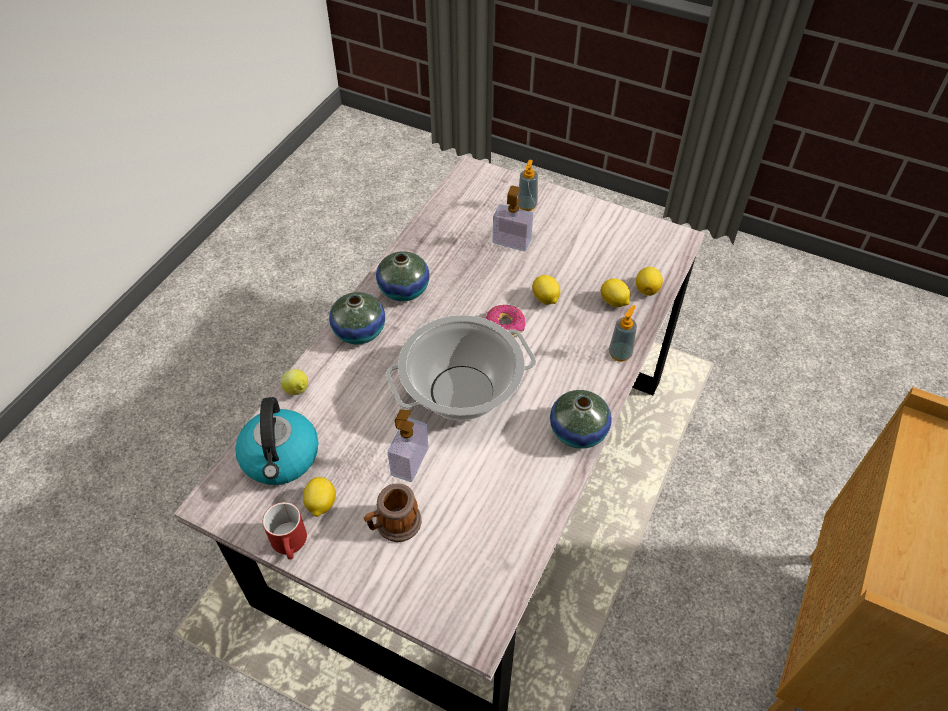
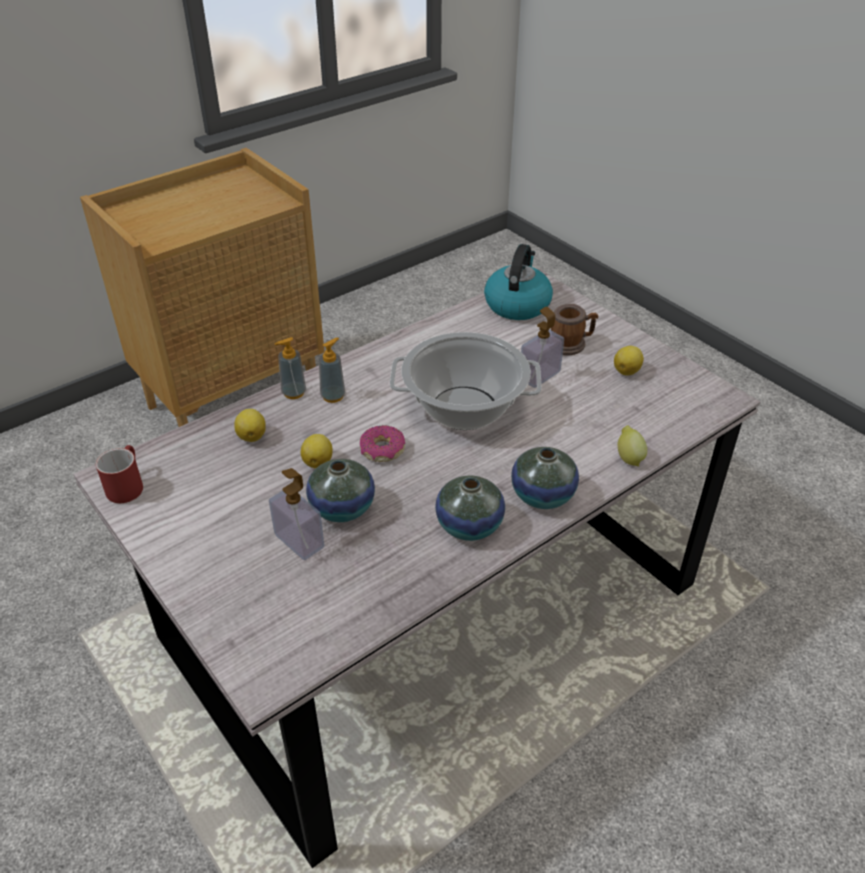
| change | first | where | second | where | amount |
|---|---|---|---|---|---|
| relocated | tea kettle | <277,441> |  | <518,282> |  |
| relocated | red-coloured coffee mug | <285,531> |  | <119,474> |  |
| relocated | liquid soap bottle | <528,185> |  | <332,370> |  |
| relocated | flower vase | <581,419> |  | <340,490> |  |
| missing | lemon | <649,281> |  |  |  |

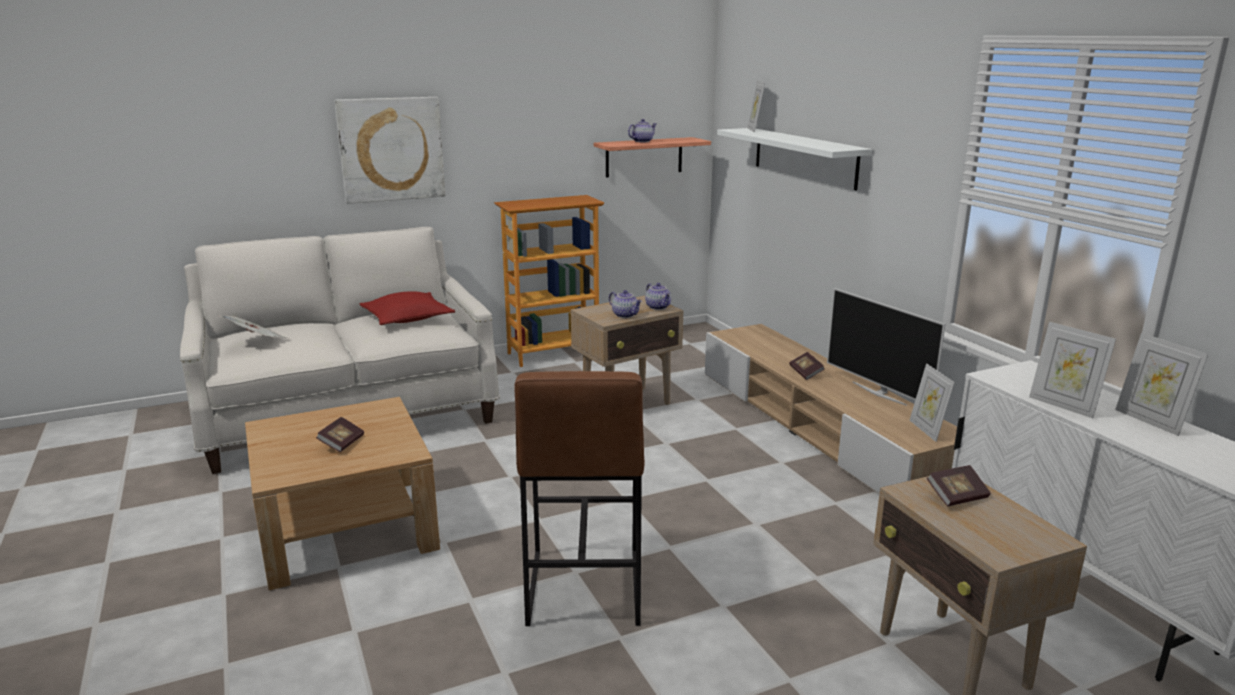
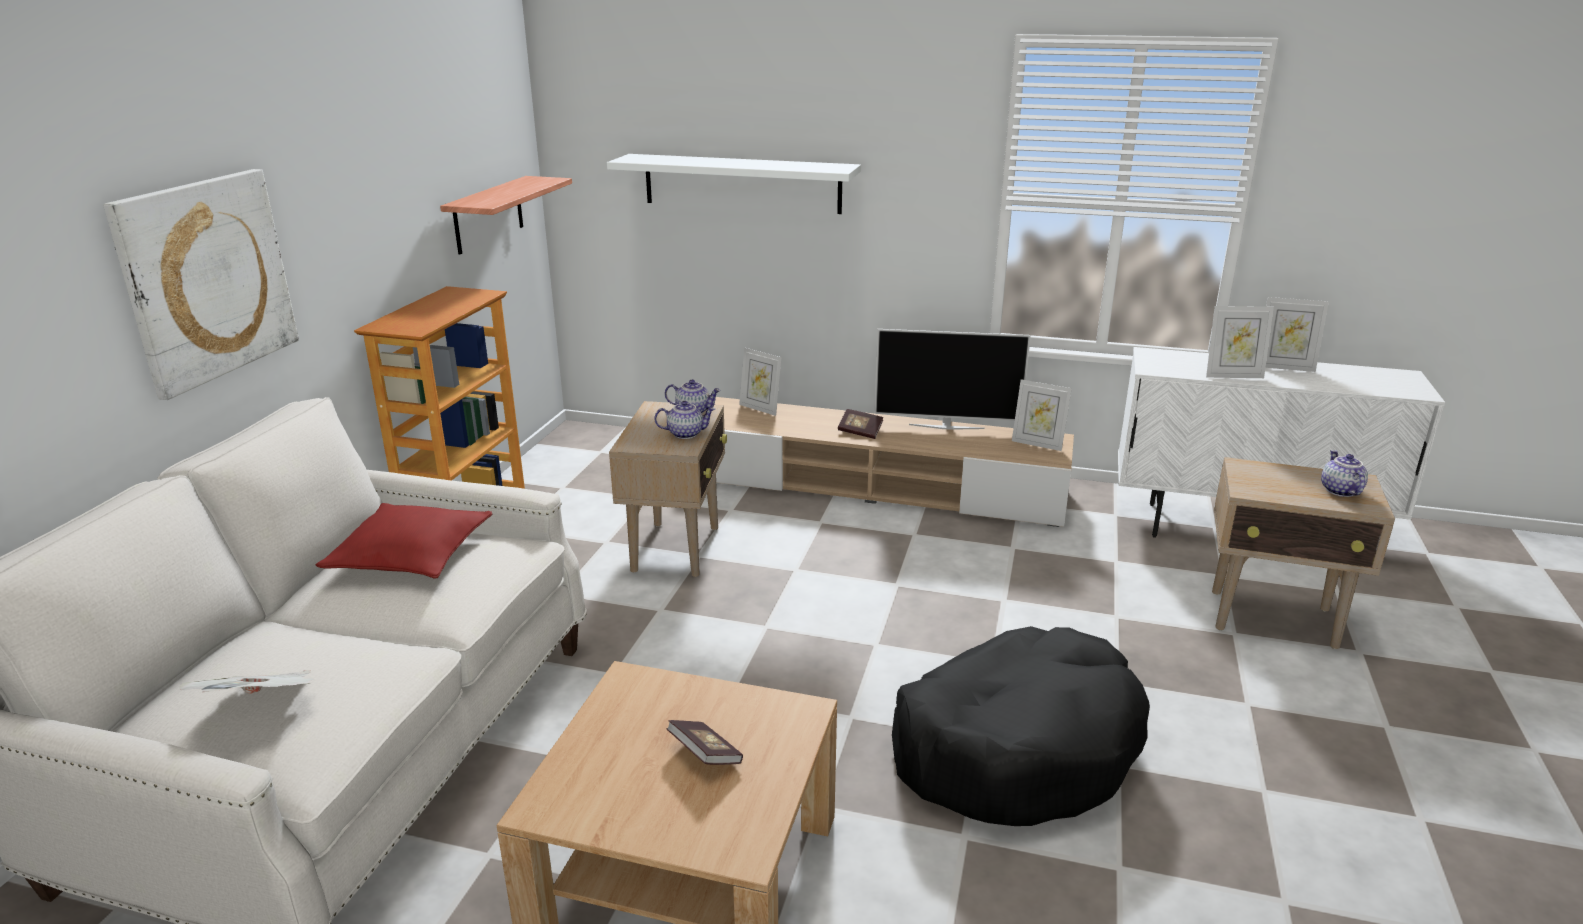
| change | first | where | second | where | amount |
|---|---|---|---|---|---|
| exchanged | brownish stool seat | <579,498> | blackish dog cushion | <1021,726> |  |
| relocated | pot for tea | <642,130> |  | <1344,473> |  |
| relocated | standing frame | <756,106> |  | <760,382> |  |
| missing | book | <958,485> |  |  |  |

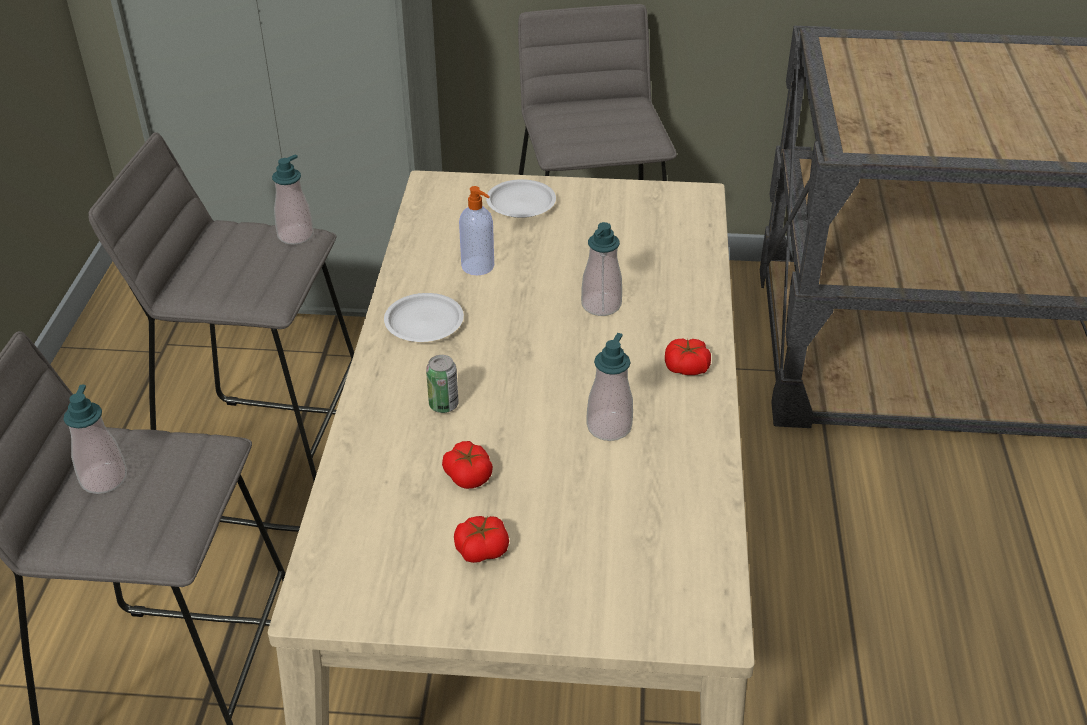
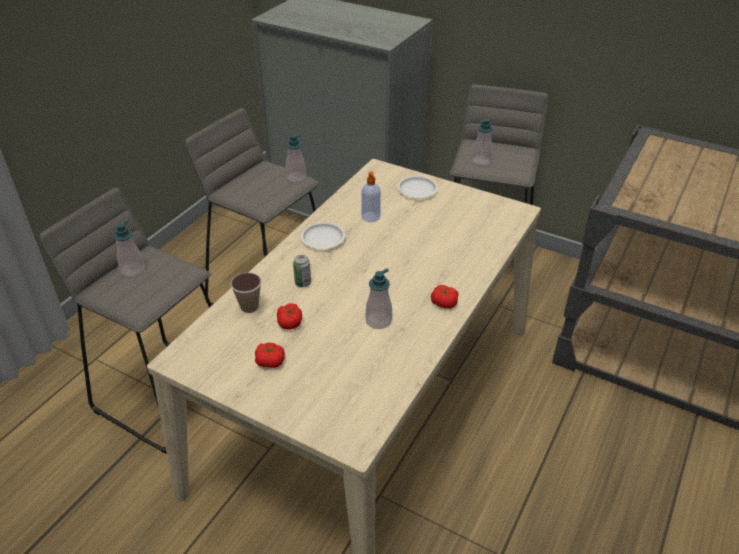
| change | first | where | second | where | amount |
|---|---|---|---|---|---|
| relocated | liquid soap bottle | <601,269> |  | <482,141> |  |
| appeared |  |  | small cup | <246,293> |  |

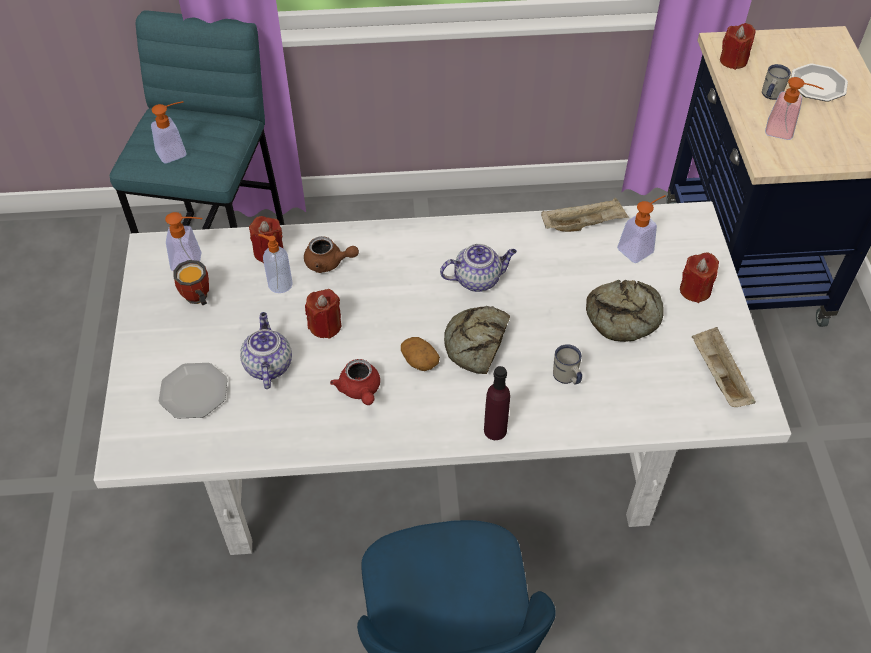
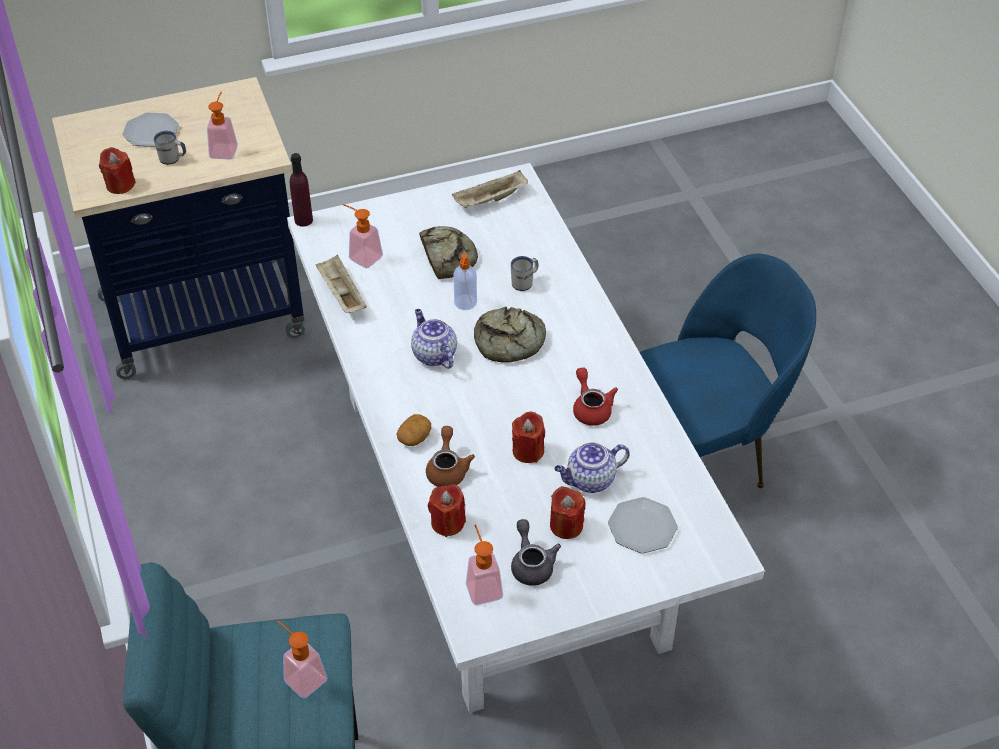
| change | first | where | second | where | amount |
|---|---|---|---|---|---|
| exchanged | coffee mug | <191,282> | grey pot for tea | <536,552> |  |
| relocated | liquid soap bottle | <275,263> |  | <465,282> |  |
| spun | red-coloured pot for tea | <355,382> |  | <595,397> | 75 degrees counterclockwise |
| relocated | spud | <420,354> |  | <413,430> |  |
| relocated | purplish bottle | <497,403> |  | <301,190> |  |
| relocated | red-coloured wax candle | <699,278> |  | <567,512> |  |

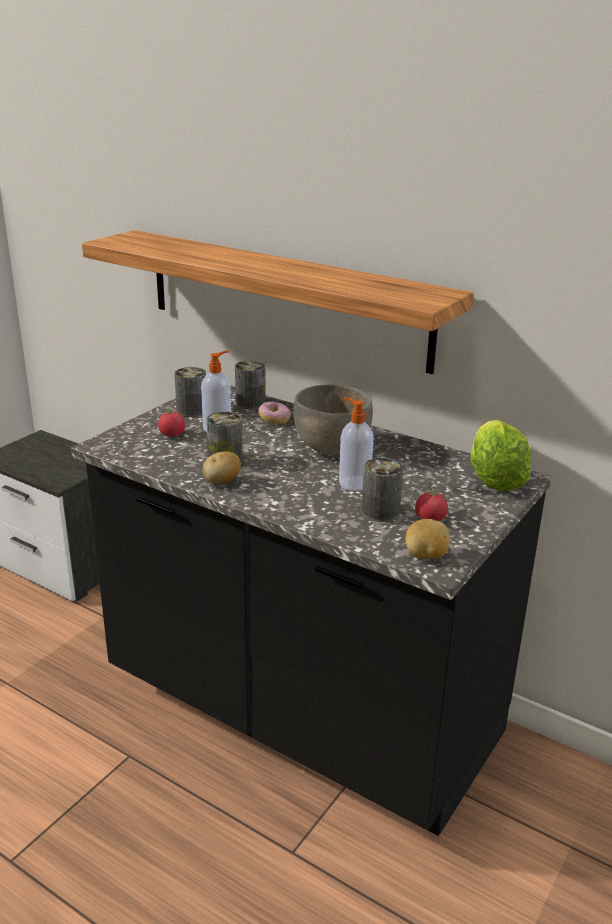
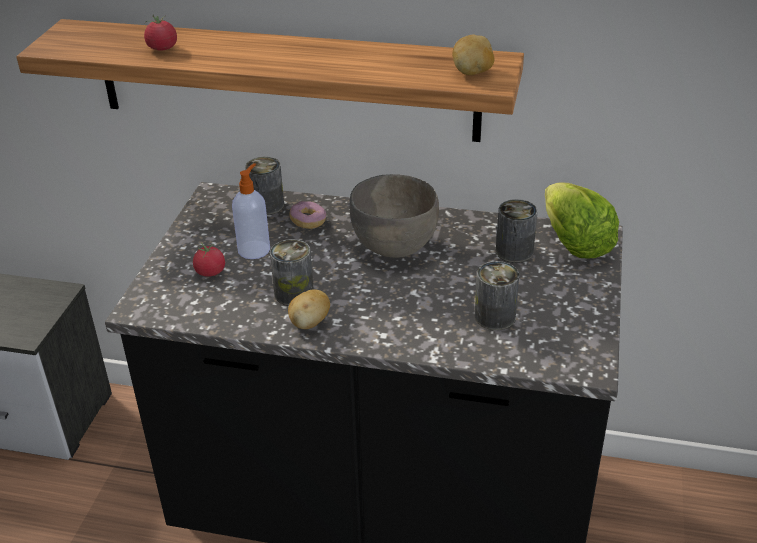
| change | first | where | second | where | amount |
|---|---|---|---|---|---|
| relocated | sealed can | <190,392> |  | <517,231> |  |
| missing | liquid soap bottle | <356,444> |  |  |  |
| relocated | spud | <427,539> |  | <473,55> |  |
| relocated | whole tomato | <431,503> |  | <160,32> |  |

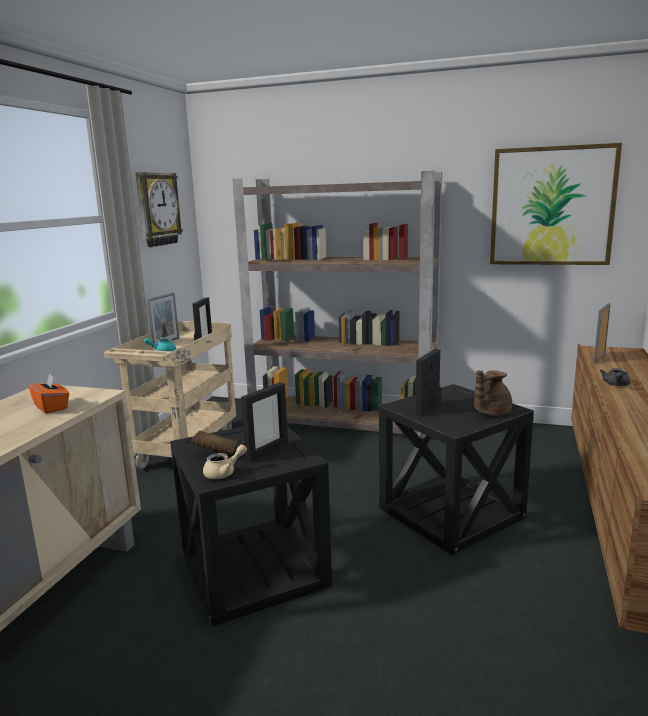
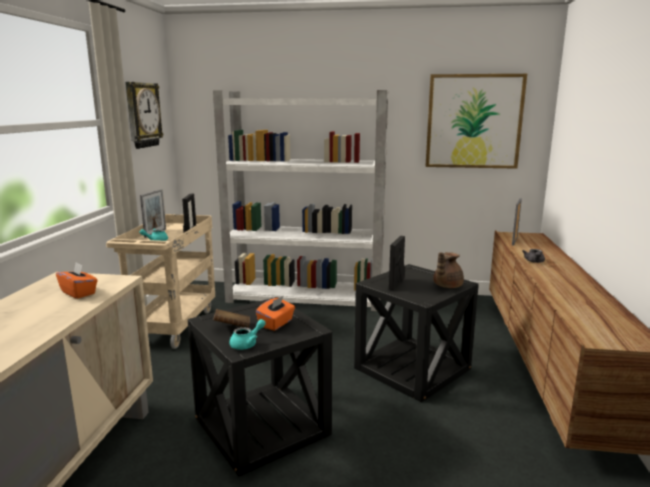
| change | first | where | second | where | amount |
|---|---|---|---|---|---|
| colour | beige pot for tea | <225,461> | blue-green pot for tea | <247,334> |  |
| colour | brownish shelving unit | <337,304> | whitish shelving unit | <300,200> |  |
| exchanged | standing frame | <264,422> | orange tissue holder | <275,313> |  |

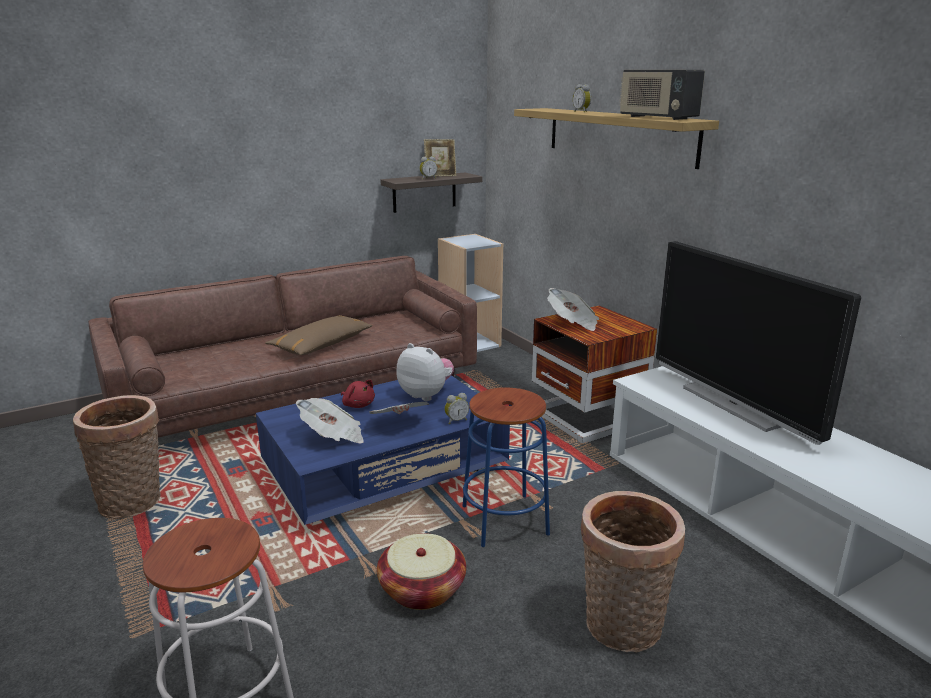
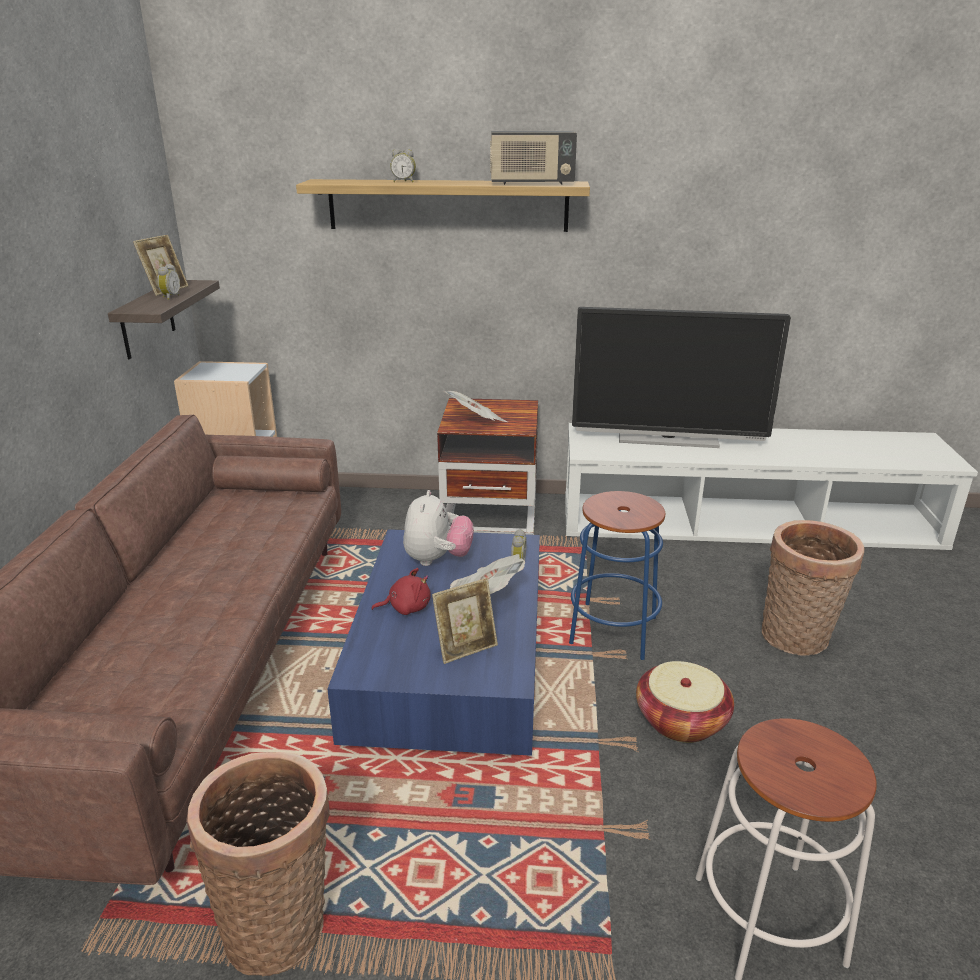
| change | first | where | second | where | amount |
|---|---|---|---|---|---|
| missing | brownish pillow | <319,335> |  |  |  |
| exchanged | newspaper | <330,420> | standing frame | <465,621> |  |
| spun | plush toy | <425,372> |  | <438,528> | 120 degrees clockwise |

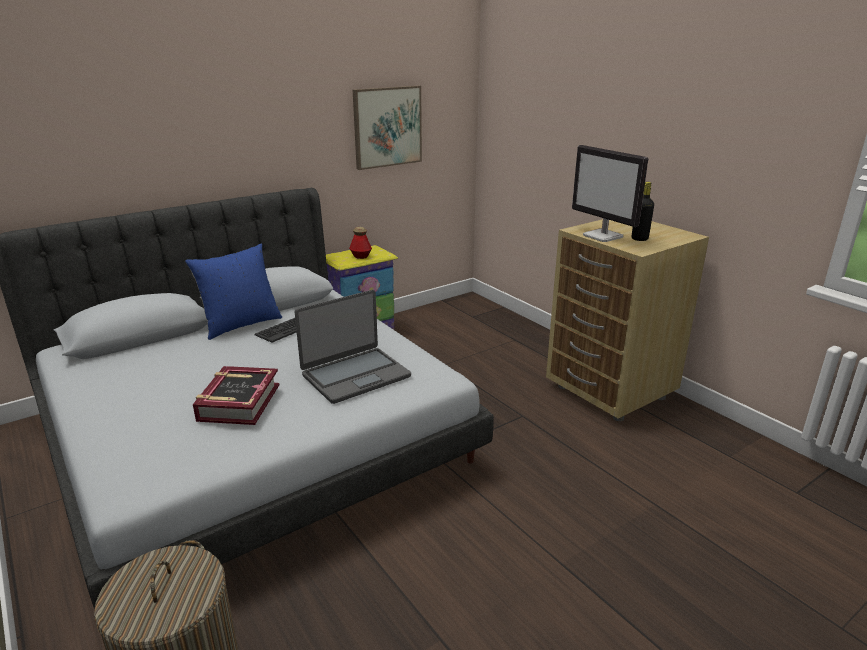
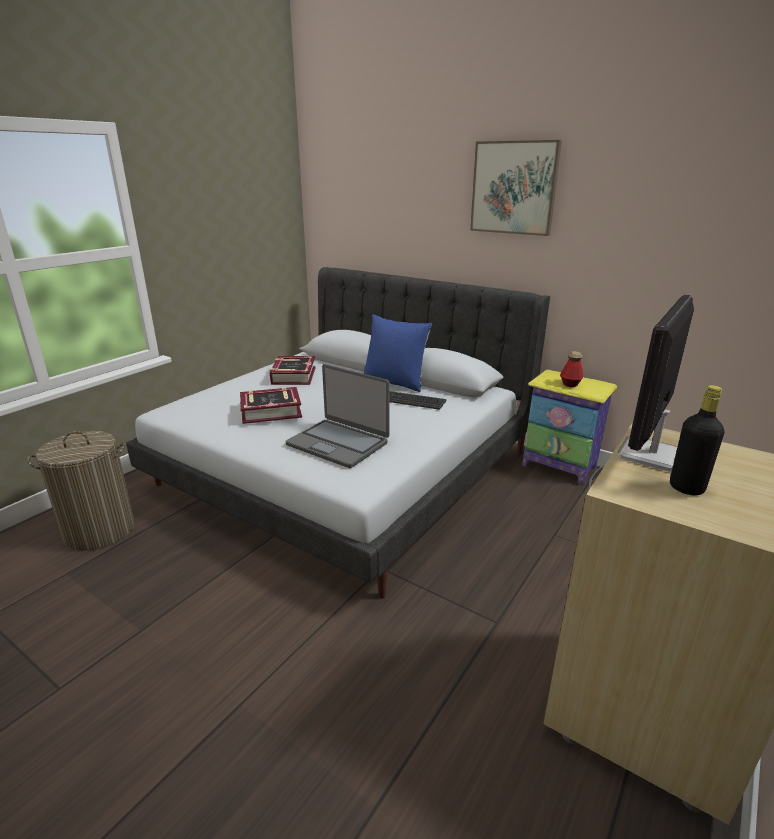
| change | first | where | second | where | amount |
|---|---|---|---|---|---|
| relocated | picture | <387,128> |  | <516,188> |  |
| appeared |  |  | book | <293,370> |  |

